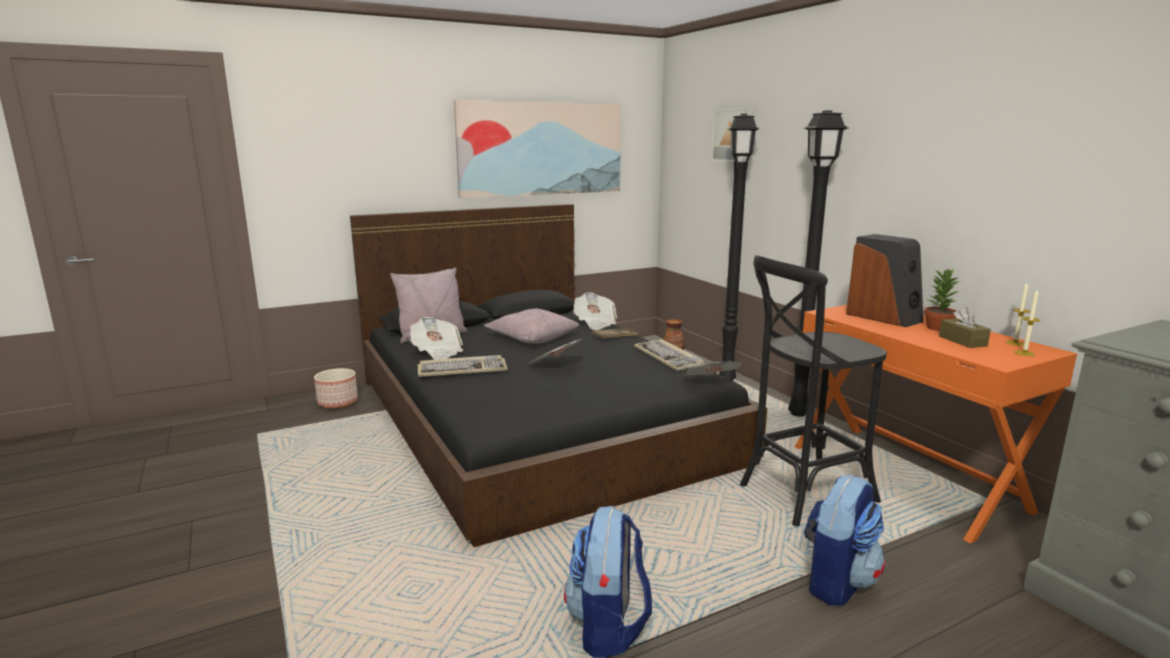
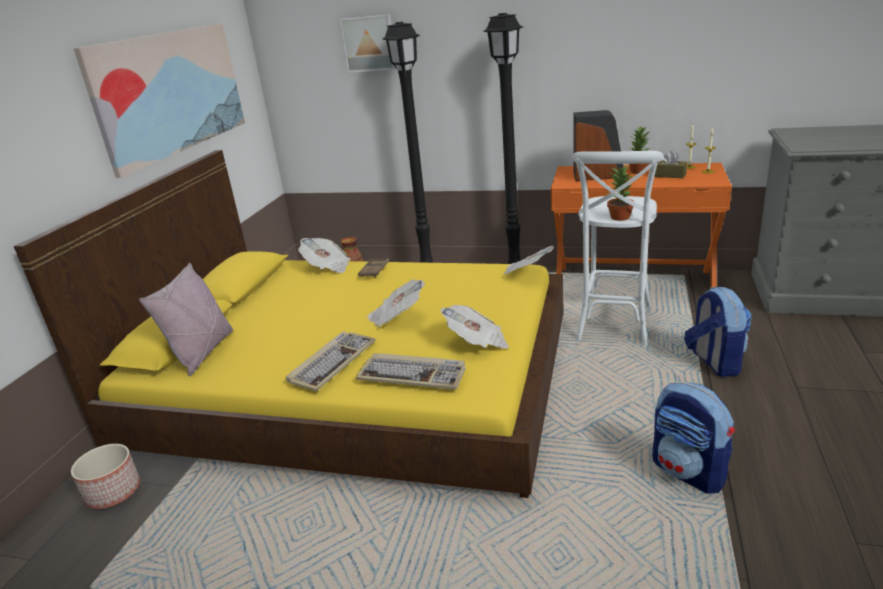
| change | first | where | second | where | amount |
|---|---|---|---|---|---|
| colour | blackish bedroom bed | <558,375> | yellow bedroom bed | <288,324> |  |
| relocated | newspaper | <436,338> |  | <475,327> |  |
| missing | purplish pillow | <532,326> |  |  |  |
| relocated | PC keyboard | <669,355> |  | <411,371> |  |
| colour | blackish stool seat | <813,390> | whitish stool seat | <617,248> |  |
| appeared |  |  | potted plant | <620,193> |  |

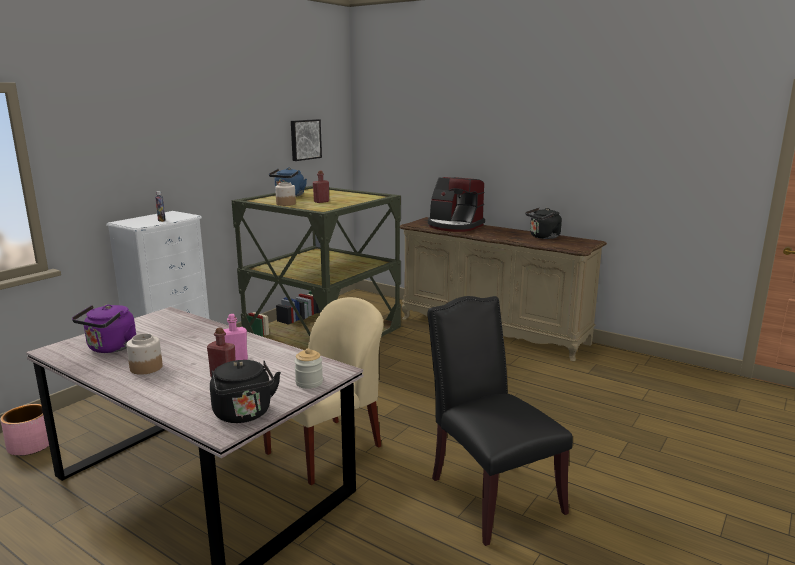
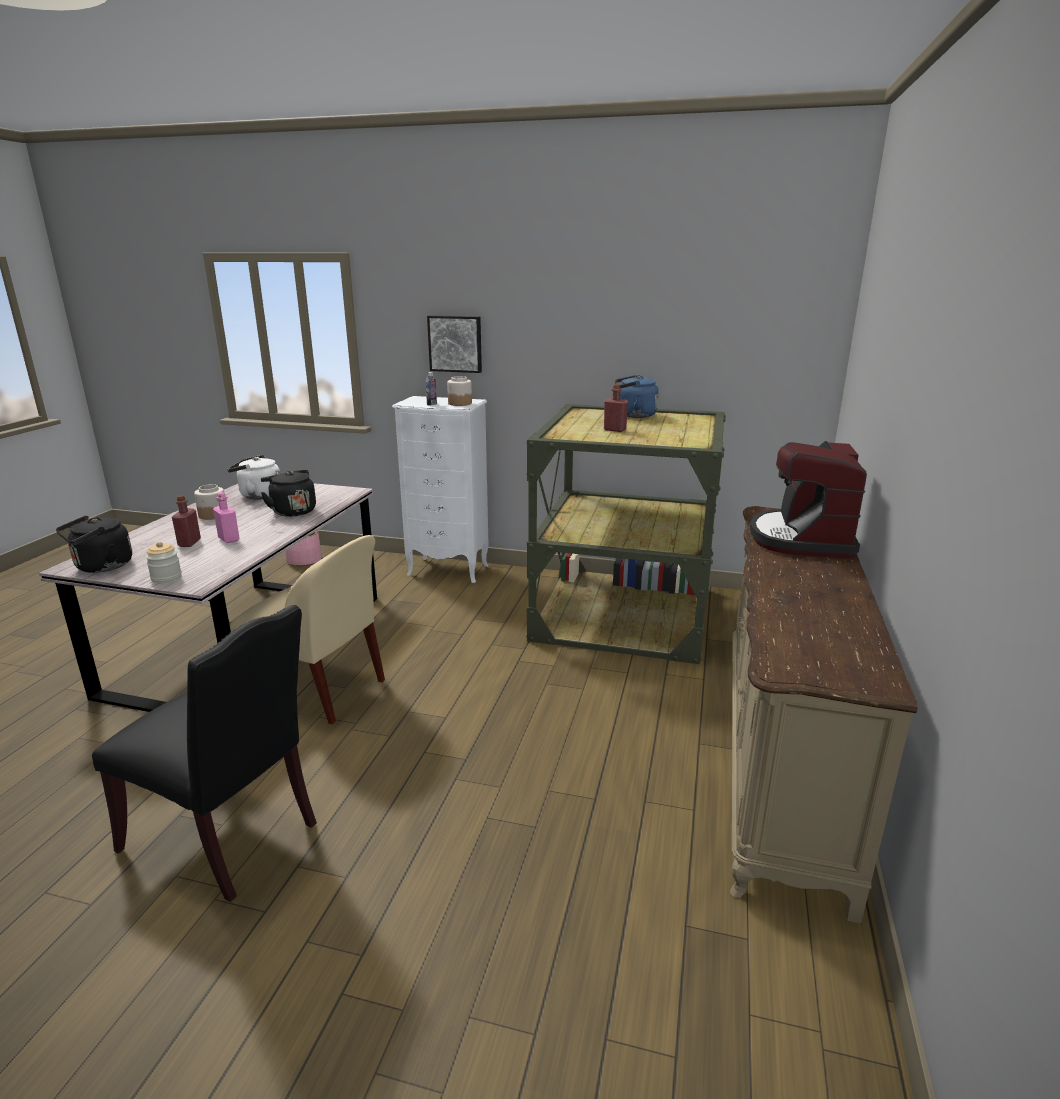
| change | first | where | second | where | amount |
|---|---|---|---|---|---|
| colour | purplish tea kettle | <104,329> | whitish tea kettle | <253,477> |  |
| relocated | storage jar | <285,194> |  | <459,391> |  |
| relocated | picture | <306,140> |  | <454,344> |  |
| spun | blackish chair | <500,421> |  | <204,753> | 75 degrees clockwise |
| relocated | blackish tea kettle | <543,223> |  | <288,493> |  |

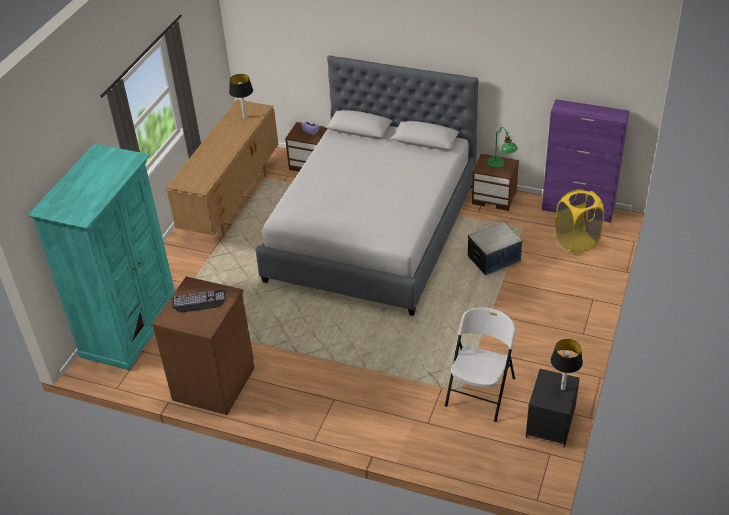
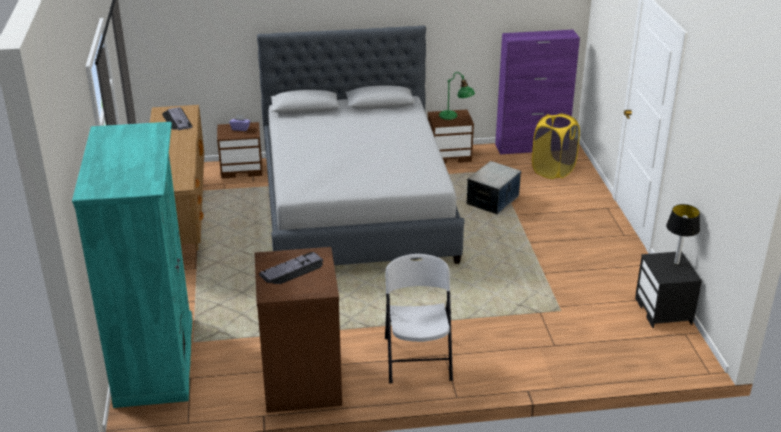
| change | first | where | second | where | amount |
|---|---|---|---|---|---|
| exchanged | tabletop lamp | <241,96> | PC keyboard | <177,118> |  |
| relocated | whitish chair | <480,364> |  | <419,318> |  |

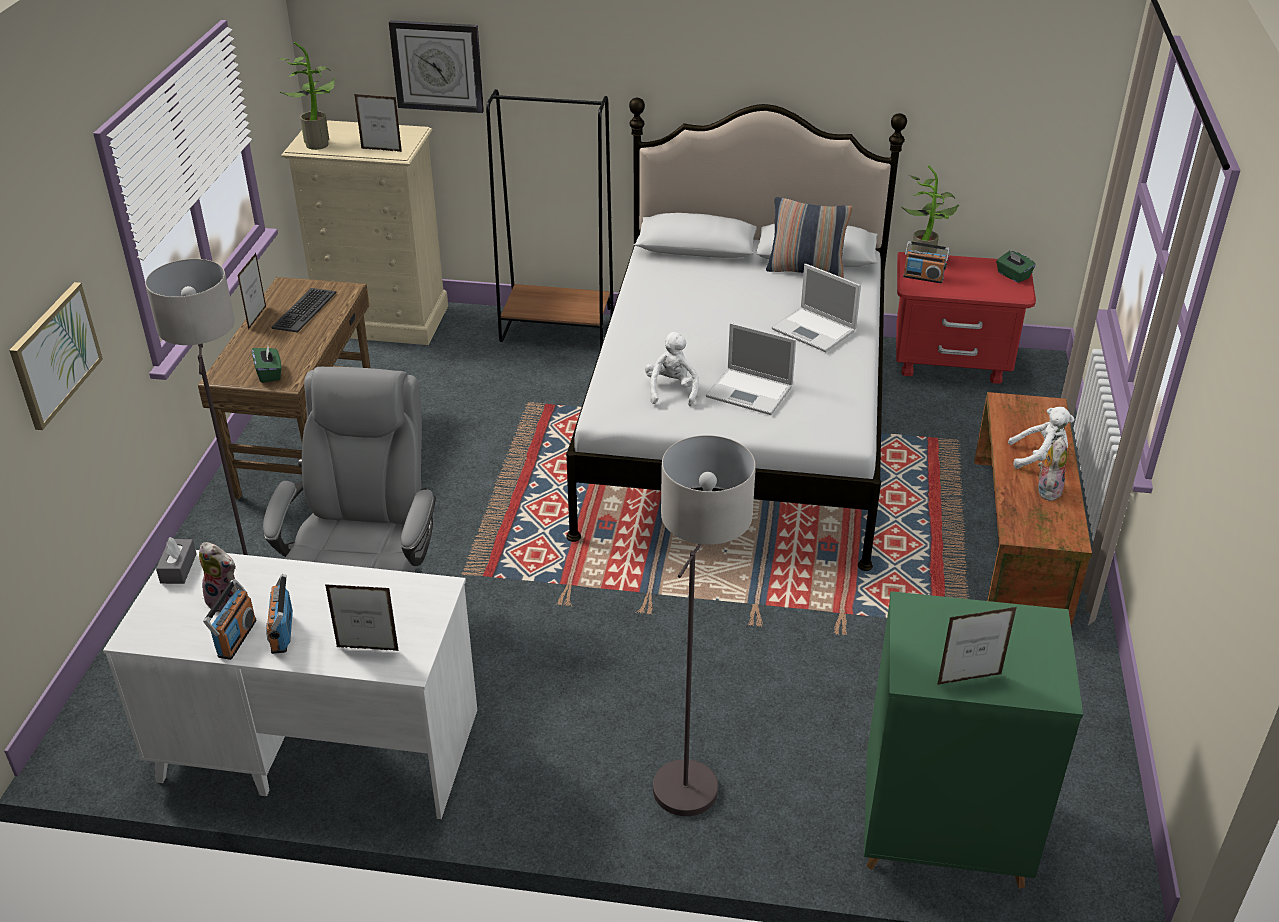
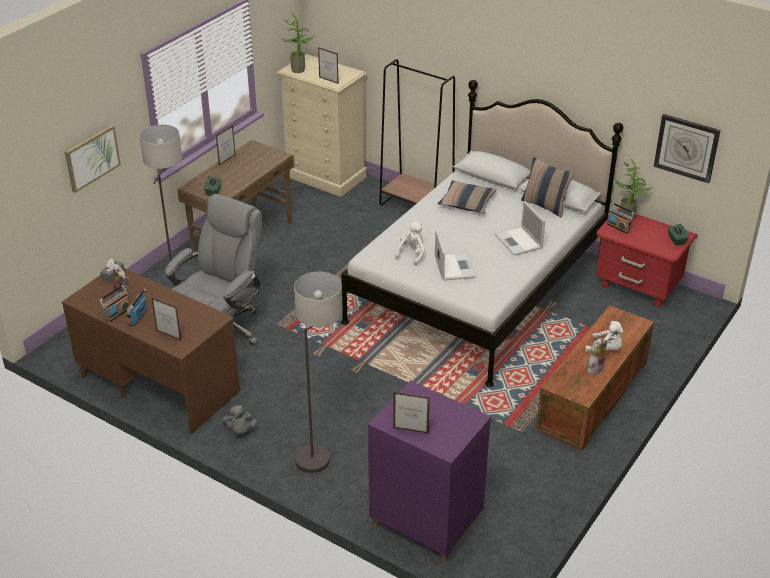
| change | first | where | second | where | amount |
|---|---|---|---|---|---|
| colour | whitish desk | <290,684> | brownish desk | <151,351> |  |
| missing | PC keyboard | <304,310> |  |  |  |
| relocated | wall clock | <436,66> |  | <687,149> |  |
| spun | laptop | <751,369> |  | <455,255> | 150 degrees counterclockwise |
| colour | green drawer chest | <973,740> | purplish drawer chest | <429,471> |  |
| appeared |  |  | grey plush toy | <239,419> |  |
| appeared |  |  | pillow | <467,197> |  |

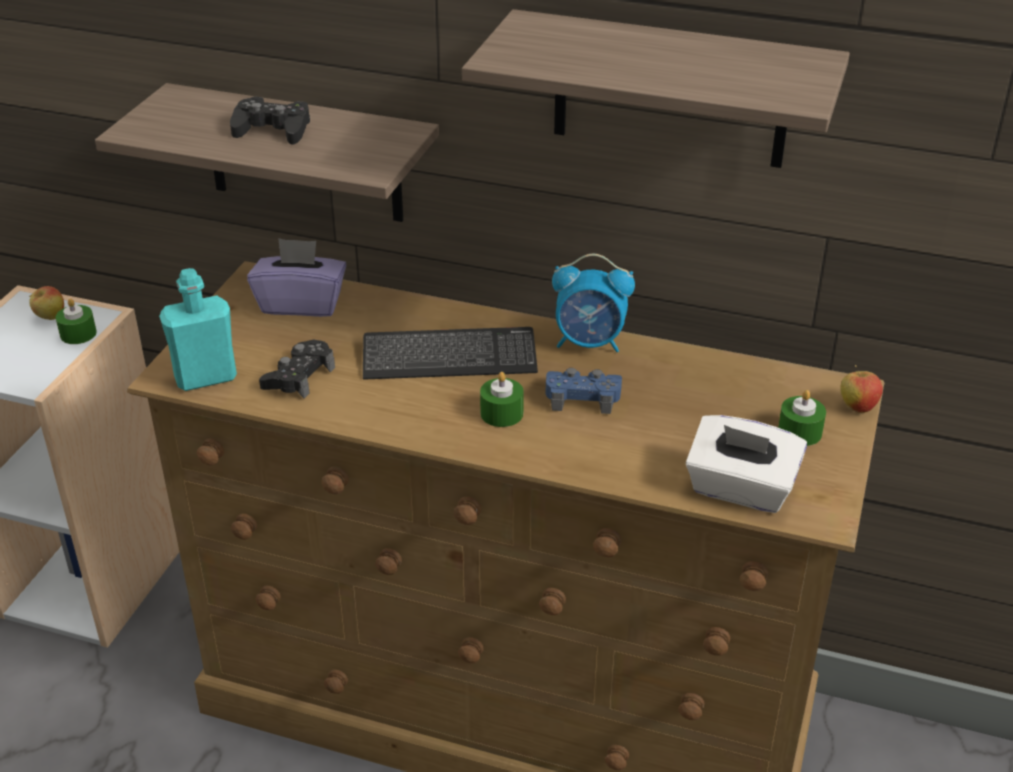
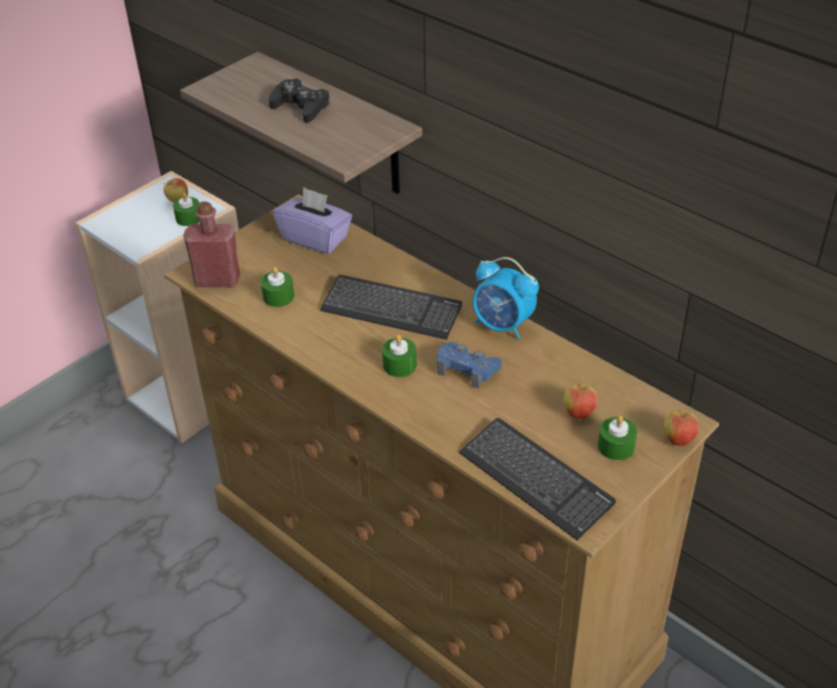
| change | first | where | second | where | amount |
|---|---|---|---|---|---|
| colour | blue-green bottle | <198,329> | red-coloured bottle | <211,244> |  |
| exchanged | blackish joypad | <297,369> | green wax candle | <277,287> |  |
| missing | wall shelf | <656,88> |  |  |  |
| exchanged | whitish tissue holder | <746,464> | PC keyboard | <537,479> |  |
| appeared |  |  | whole apple | <581,399> |  |

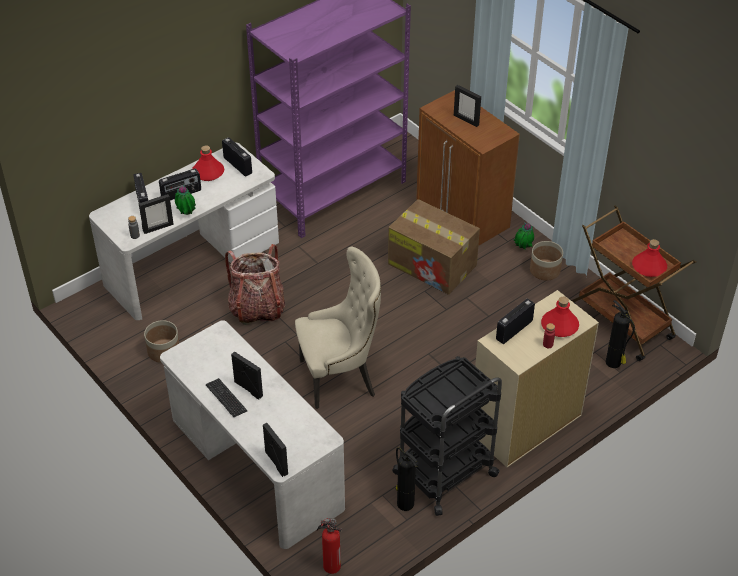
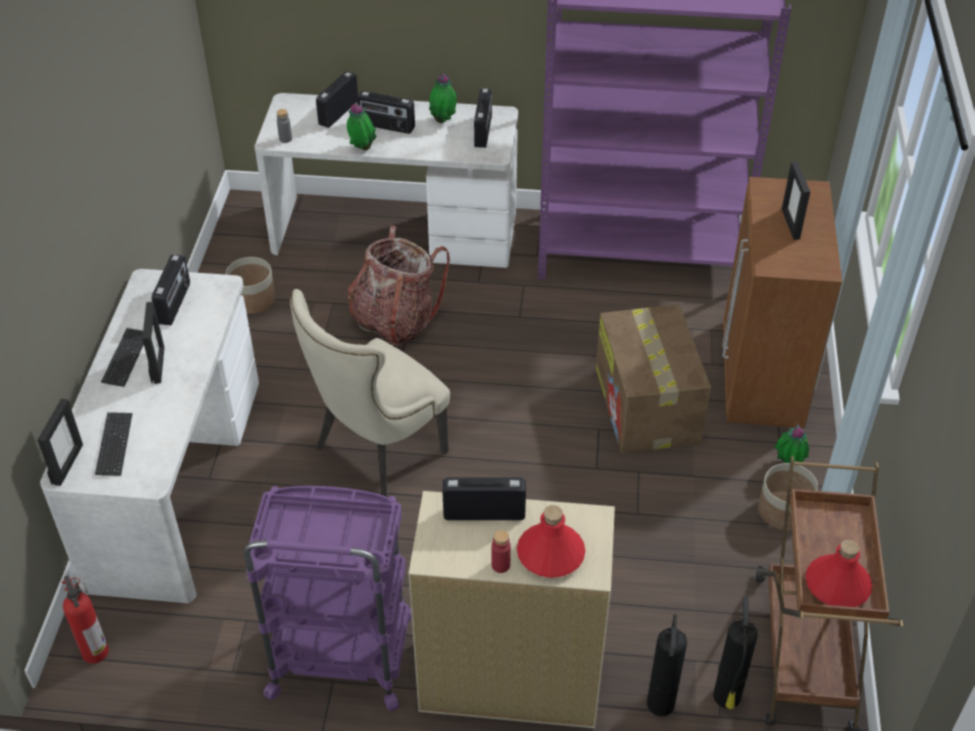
| change | first | where | second | where | amount |
|---|---|---|---|---|---|
| missing | standing frame | <156,214> |  |  |  |
| exchanged | red-coloured bottle | <208,163> | potted plant | <443,98> |  |
| spun | beige chair | <338,328> |  | <370,393> | 105 degrees clockwise |
| colour | blackish wheeled cart | <447,436> | purplish wheeled cart | <328,598> |  |
| relocated | fire-fighting cylinder | <407,479> |  | <667,665> |  |
| appeared |  |  | PC keyboard | <113,444> |  |
| appeared |  |  | radio set | <171,289> |  |

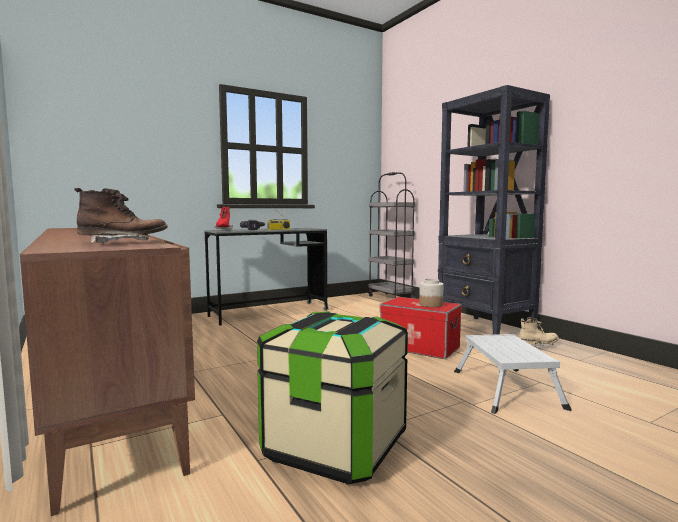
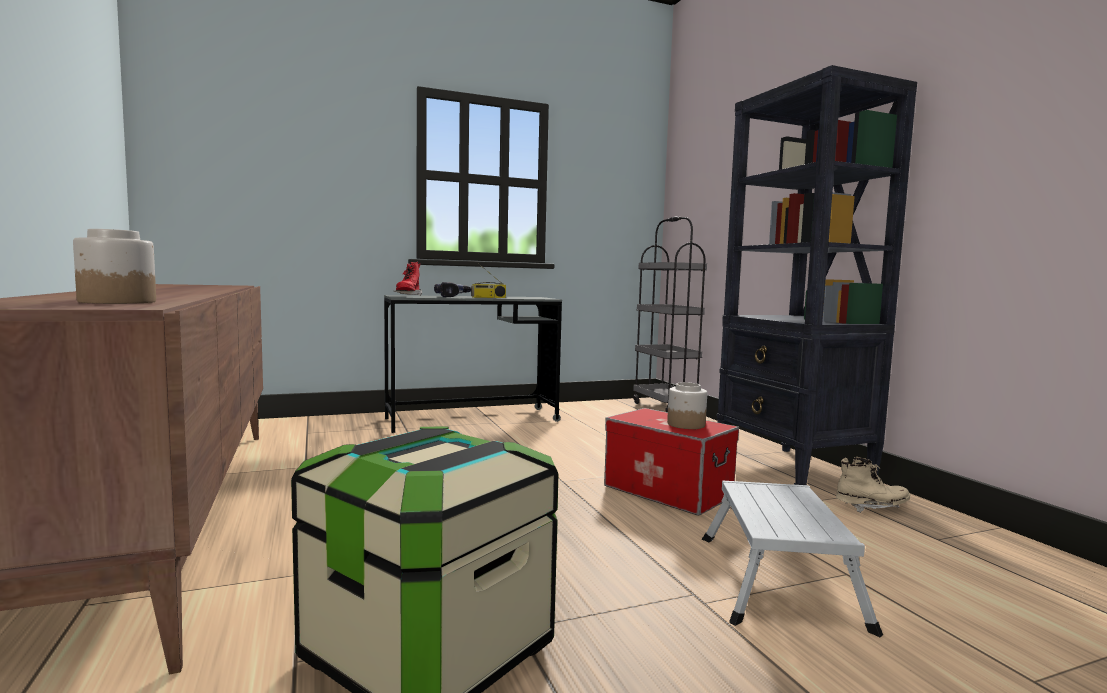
| change | first | where | second | where | amount |
|---|---|---|---|---|---|
| exchanged | brownish tall boot | <121,215> | storage jar | <114,266> |  |

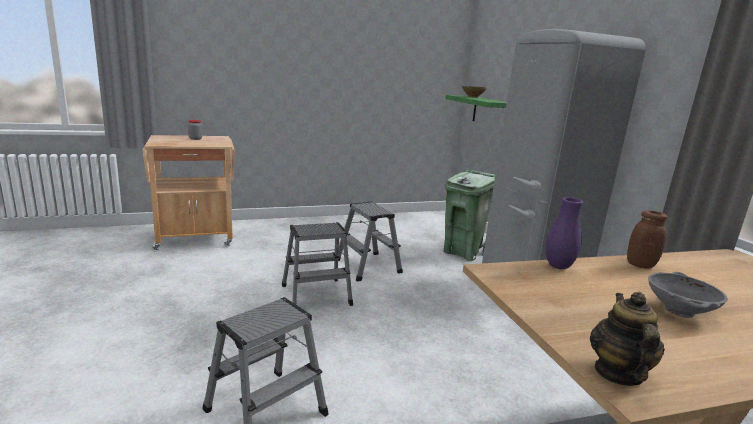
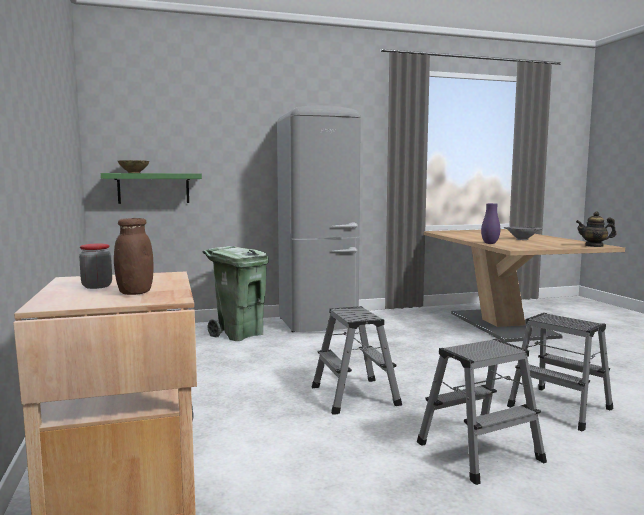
| change | first | where | second | where | amount |
|---|---|---|---|---|---|
| relocated | grey step ladder | <370,241> |  | <482,412> |  |
| relocated | brownish storage jar | <647,239> |  | <134,256> |  |

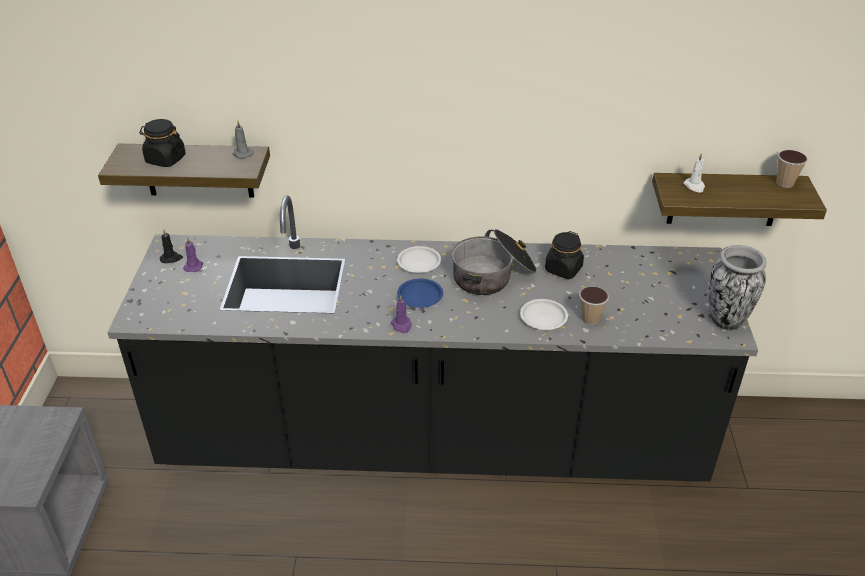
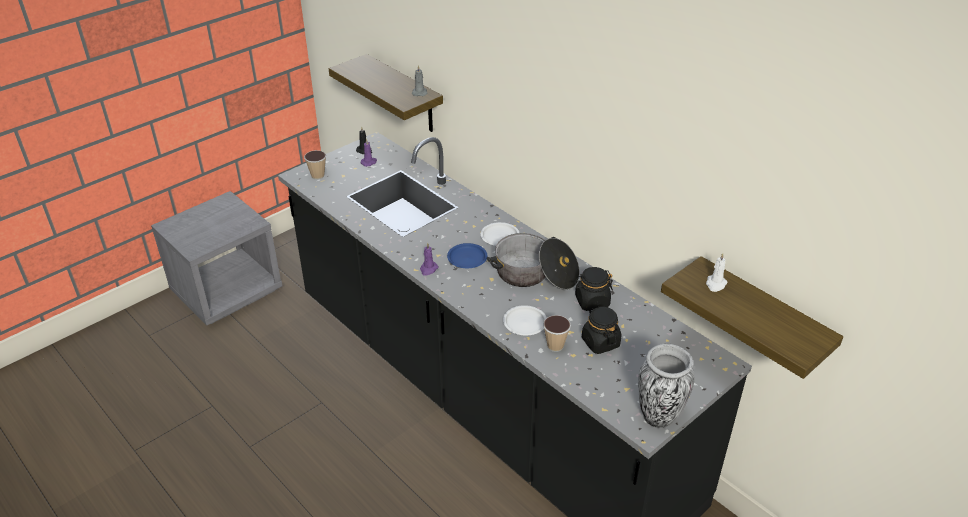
| change | first | where | second | where | amount |
|---|---|---|---|---|---|
| relocated | blackish storage jar | <163,143> |  | <601,330> |  |
| relocated | small cup | <792,169> |  | <315,165> |  |

